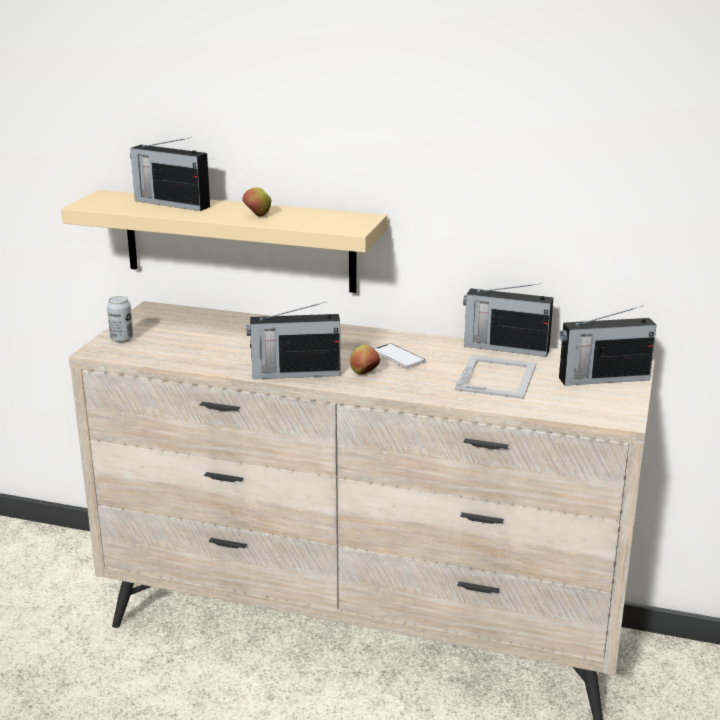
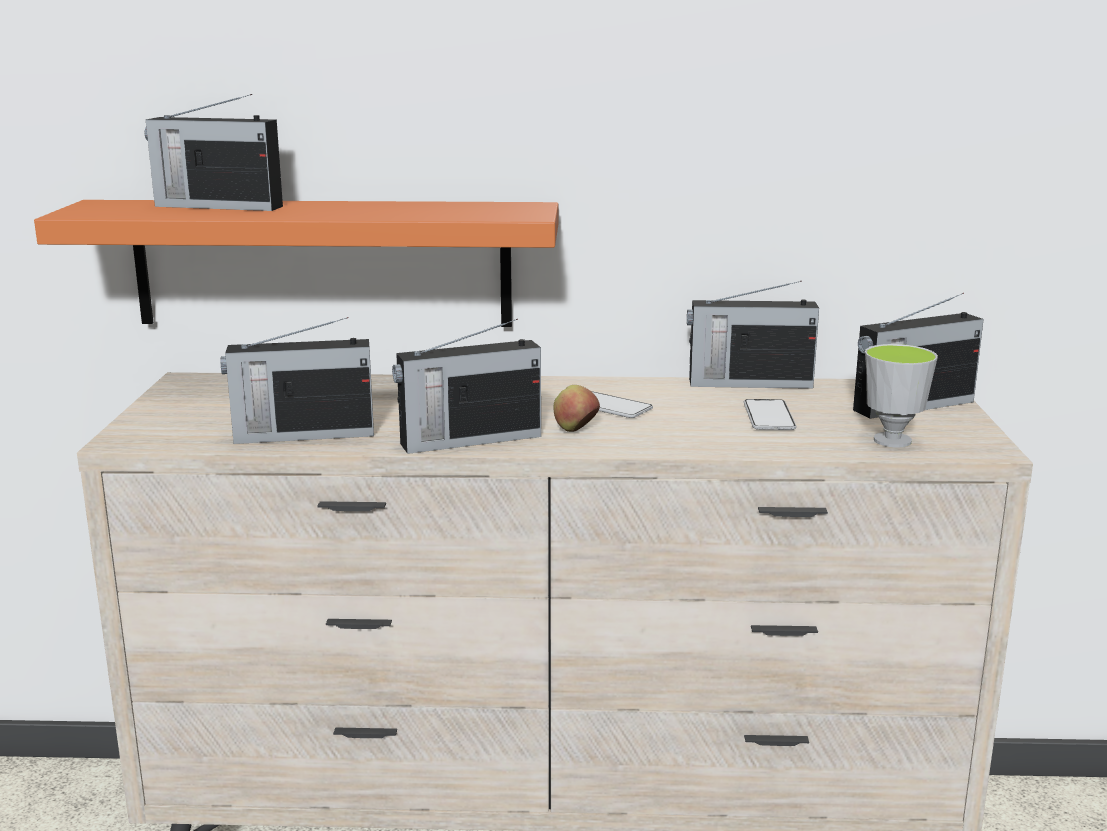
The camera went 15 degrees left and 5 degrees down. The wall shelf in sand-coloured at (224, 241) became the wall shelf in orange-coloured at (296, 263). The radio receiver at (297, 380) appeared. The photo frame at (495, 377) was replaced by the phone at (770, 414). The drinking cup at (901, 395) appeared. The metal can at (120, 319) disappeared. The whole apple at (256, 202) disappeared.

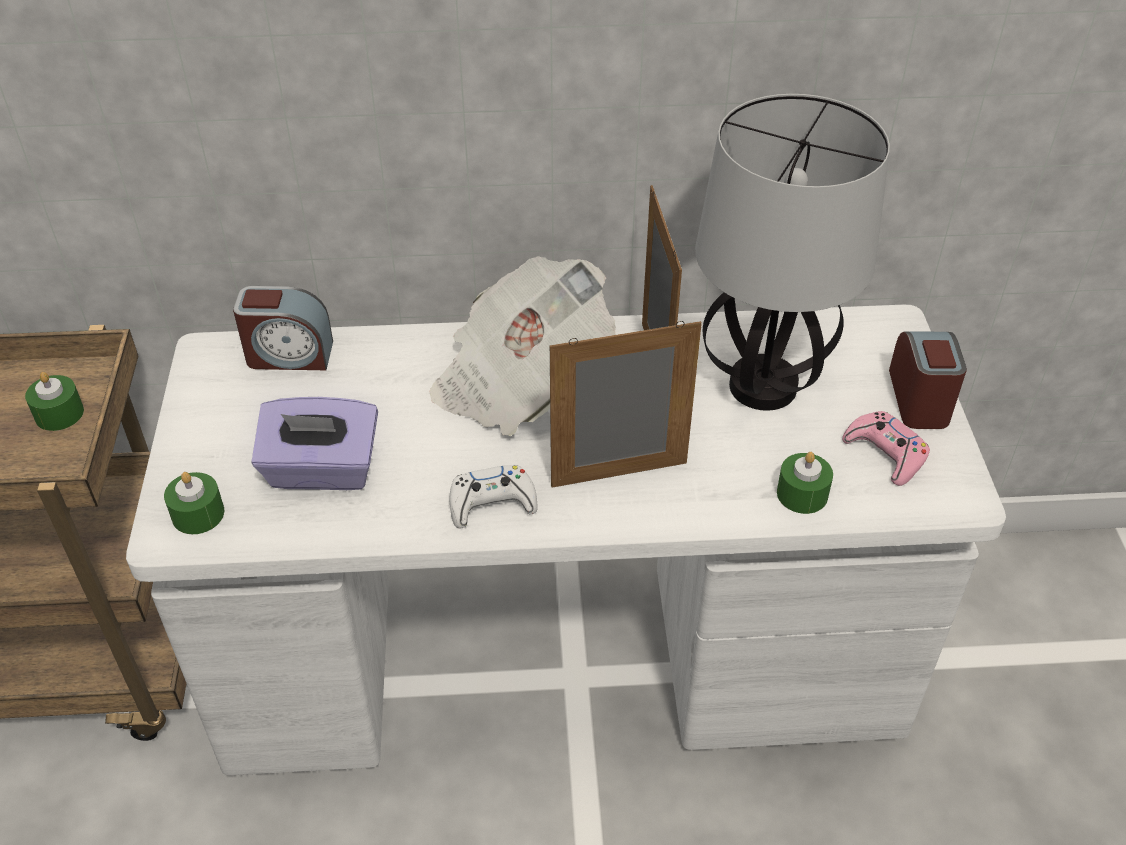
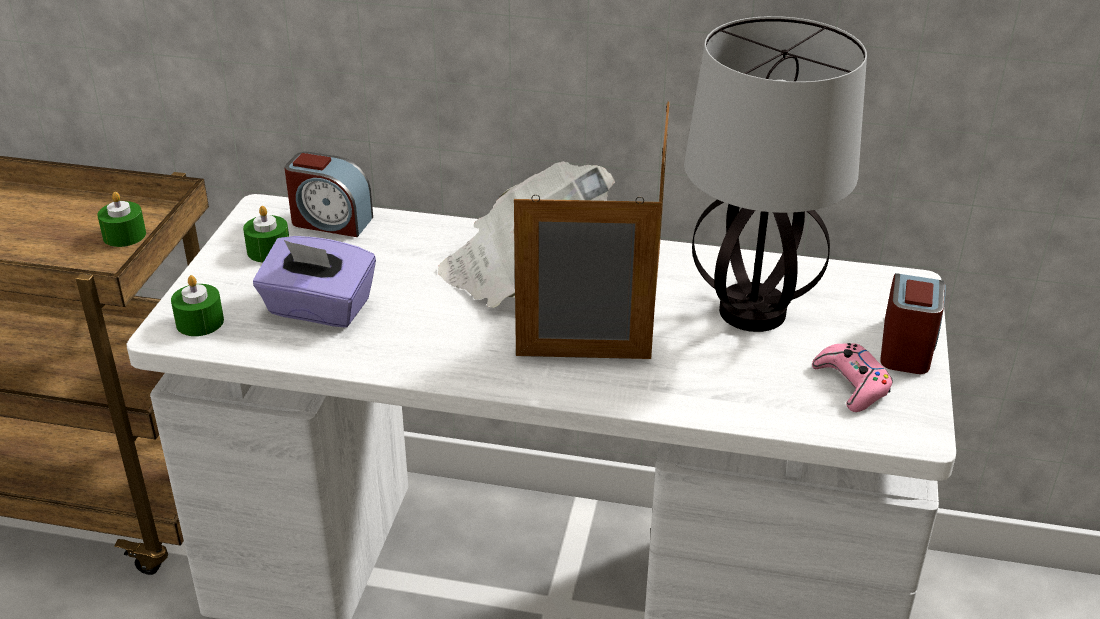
The camera went 15 degrees right and 10 degrees down. The wax candle in green moved from (805, 483) to (266, 234). The joypad in whitish at (494, 496) disappeared.

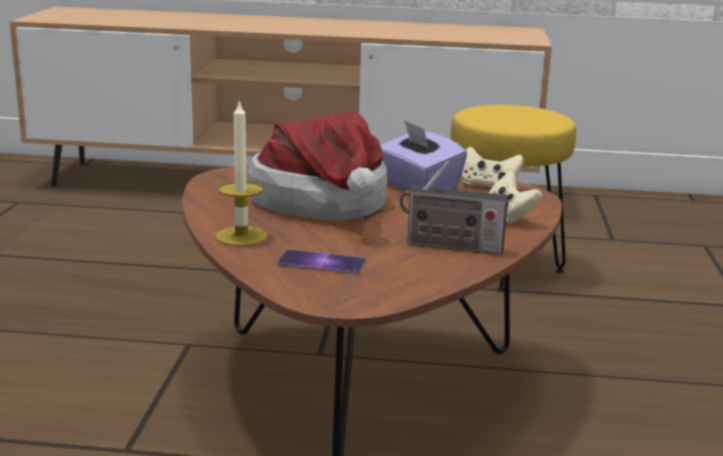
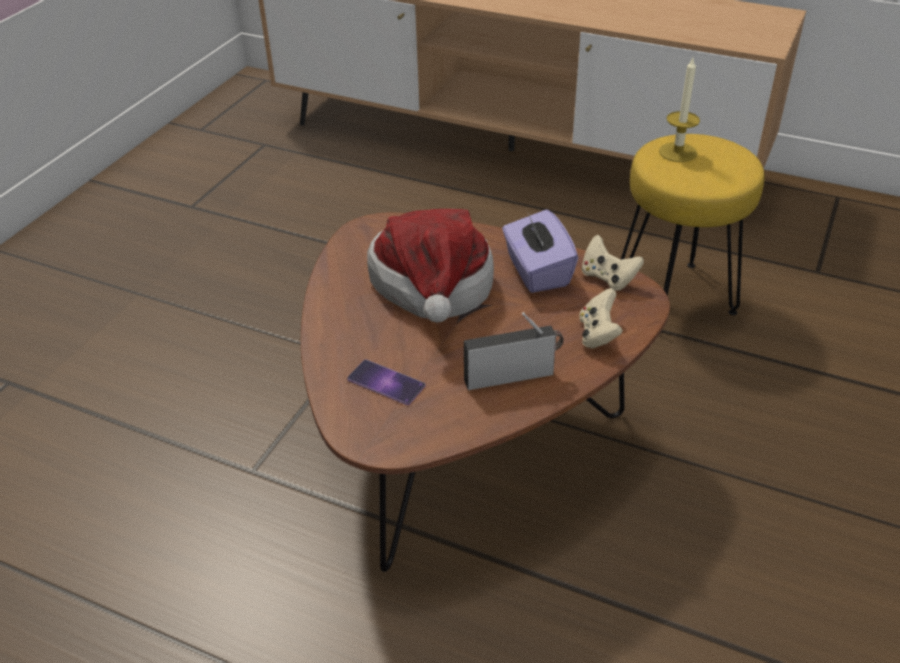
The camera went 20 degrees right and 20 degrees up. The radio receiver at (454, 208) turned 135 degrees clockwise. The wax candle moved from (241, 173) to (679, 110).

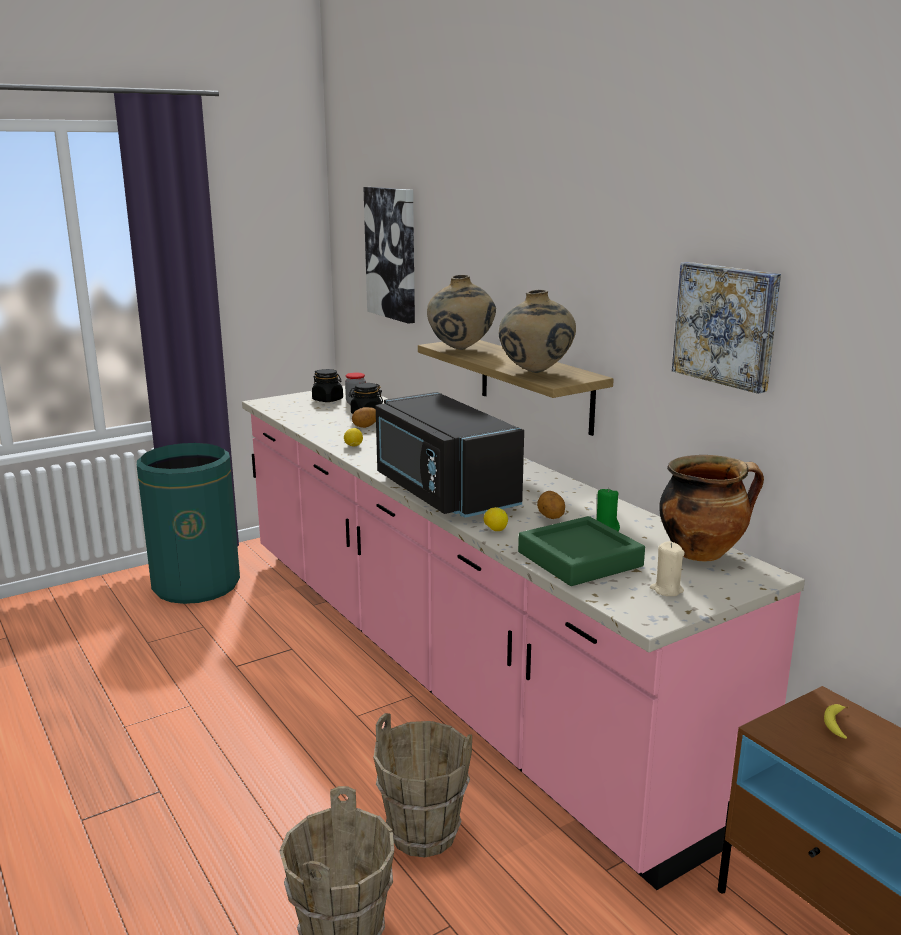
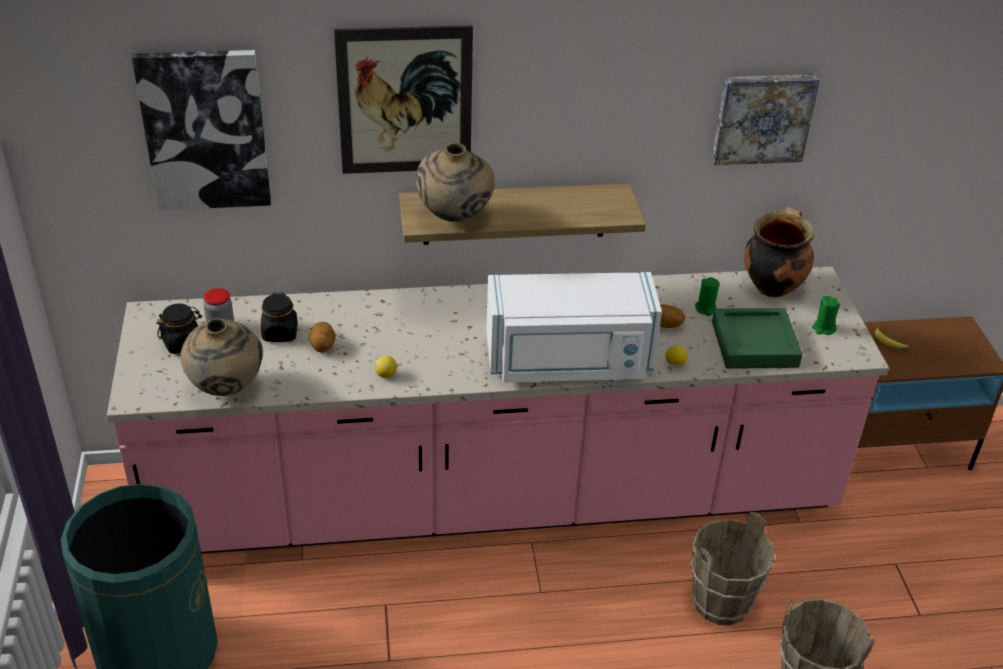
The camera went 65 degrees left and 20 degrees up. The vase in sand-coloured moved from (537, 331) to (221, 357). The wall art at (403, 99) appeared. The microwave oven in blackish at (450, 455) became the microwave oven in whitish at (574, 327). The wax candle in sand-coloured at (667, 568) became the wax candle in green at (826, 315).

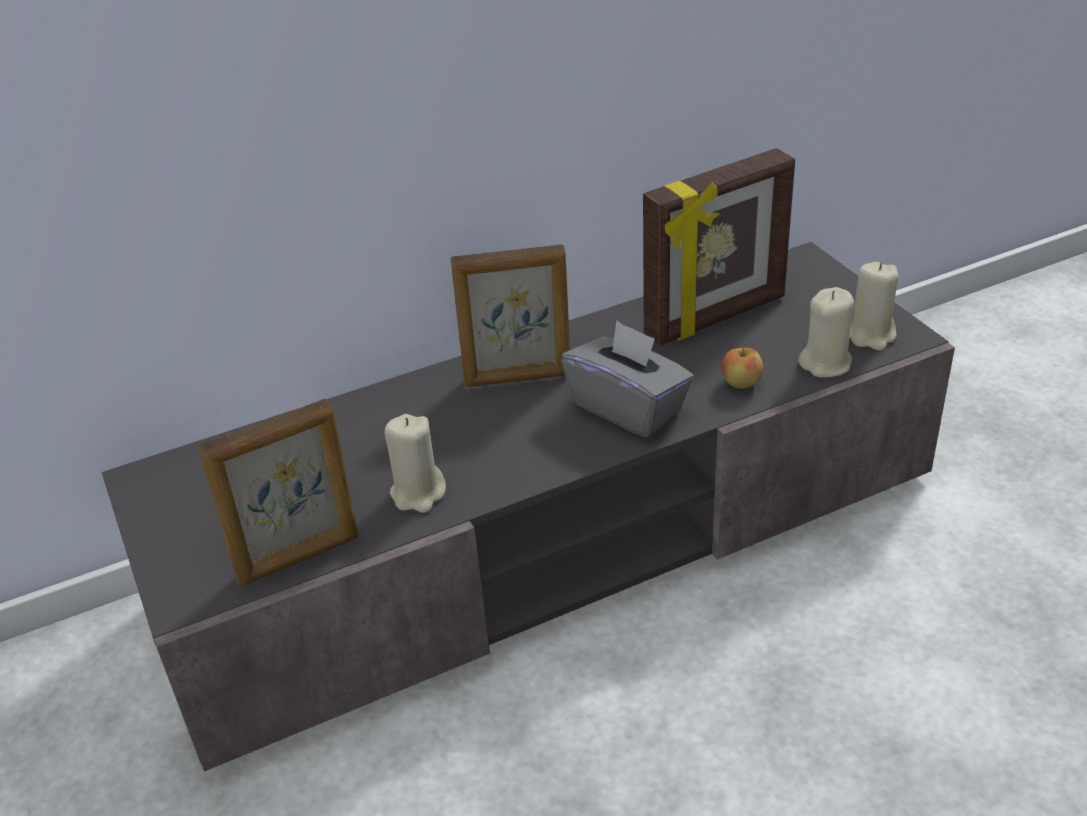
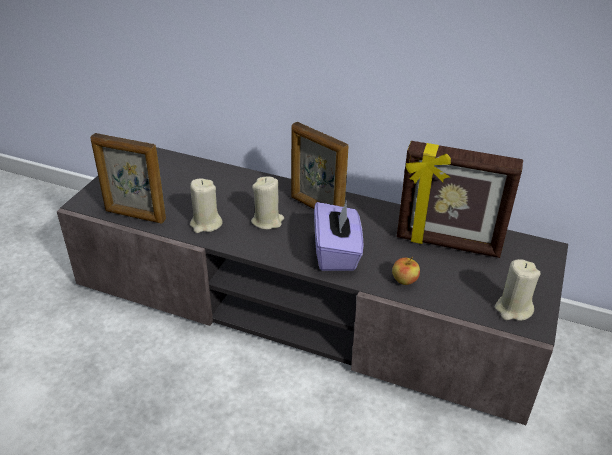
The camera went 45 degrees right and 0 degrees up. The wax candle in sand-coloured moved from (826, 332) to (267, 203). The box of tissues in gray at (627, 379) became the box of tissues in purplish at (338, 236).

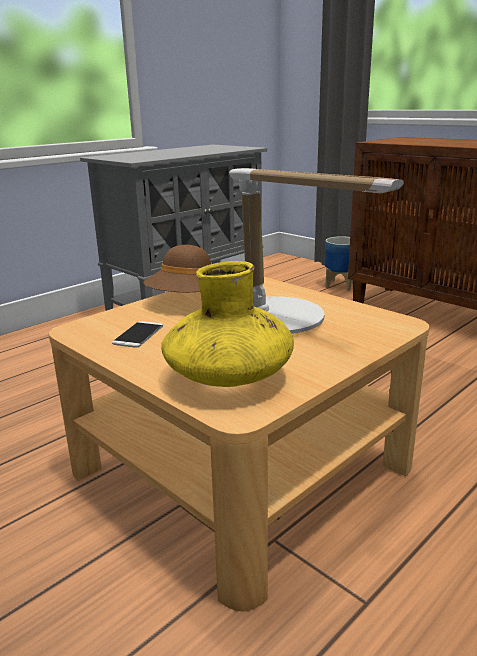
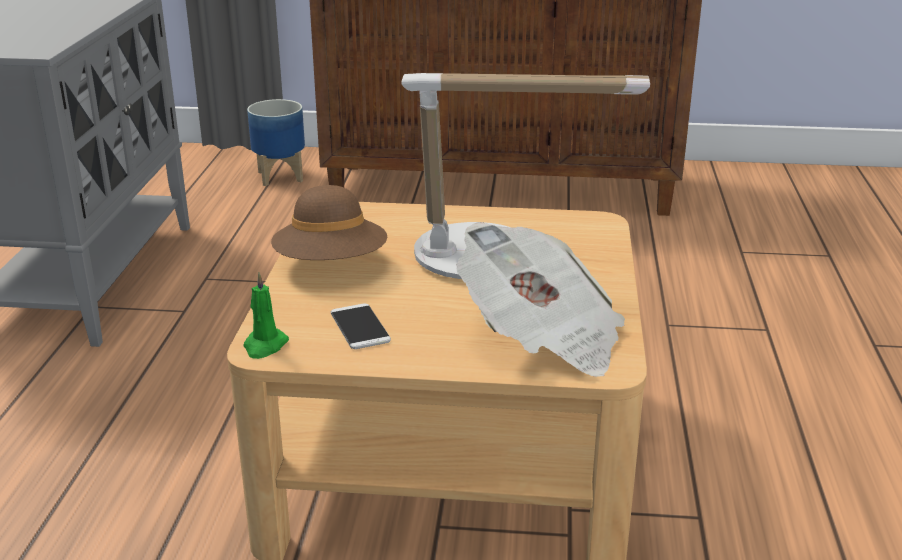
The camera went 40 degrees left and 5 degrees up. The wax candle in green at (266, 316) appeared. The vase in yellowish at (227, 324) was replaced by the printed paper at (540, 299).

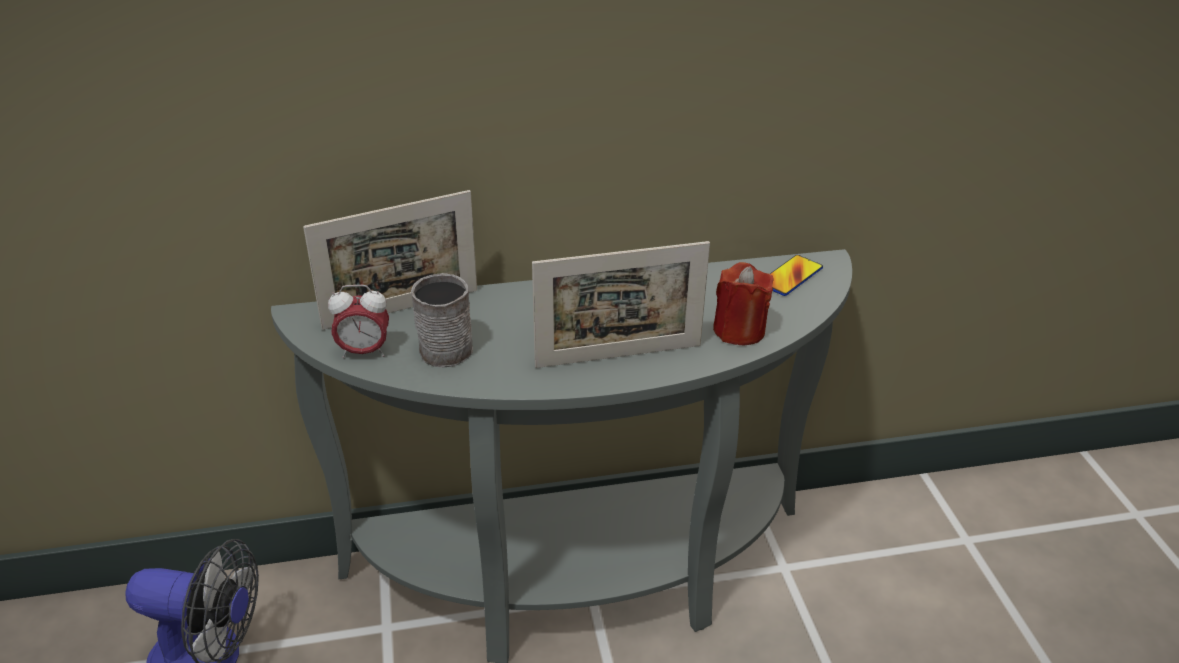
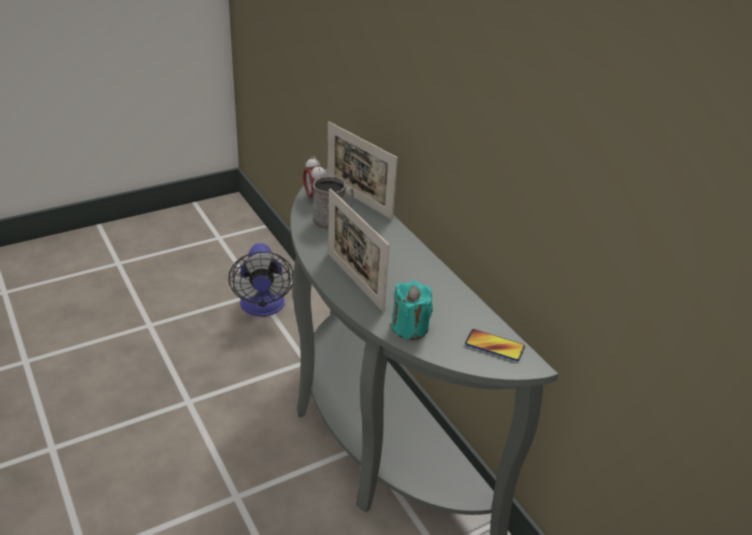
The camera went 70 degrees right and 0 degrees up. The wax candle in red at (743, 303) became the wax candle in blue-green at (412, 310).

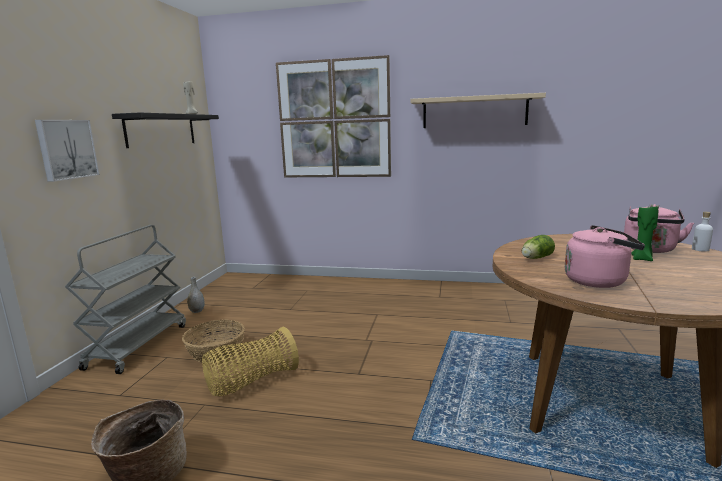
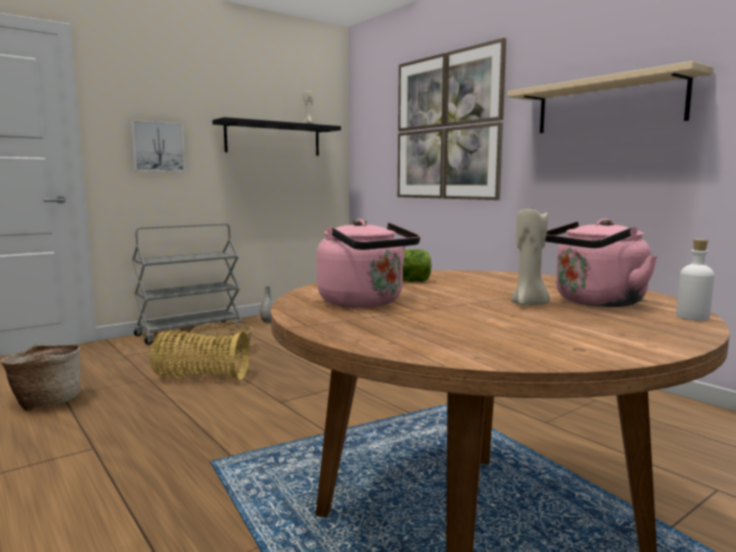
The camera went 40 degrees right and 5 degrees down. The wax candle in green at (644, 234) became the wax candle in sand-coloured at (530, 257).

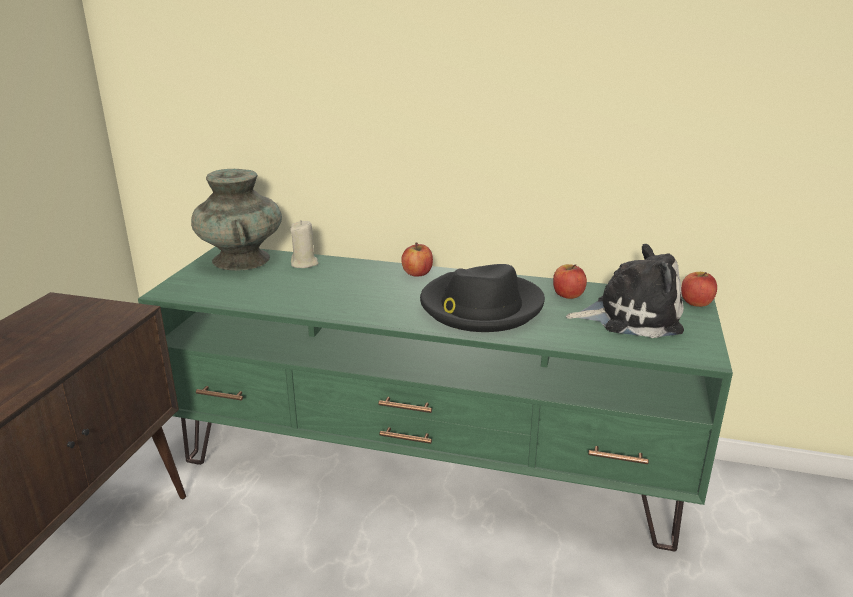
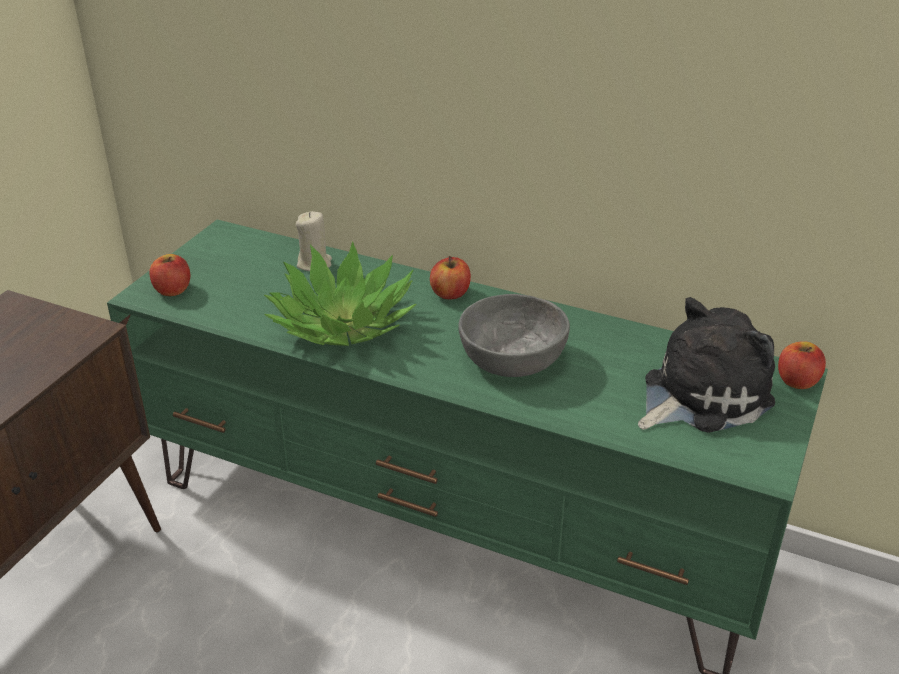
The camera went 10 degrees right and 10 degrees up. The whole apple moved from (570, 281) to (169, 275). The plant in a pot at (340, 293) appeared. The wearable hat in blackish at (482, 298) was replaced by the serving bowl in gray at (514, 335). The cuddly toy at (624, 291) turned 45 degrees counterclockwise. The vase in blue-green at (236, 220) disappeared.

